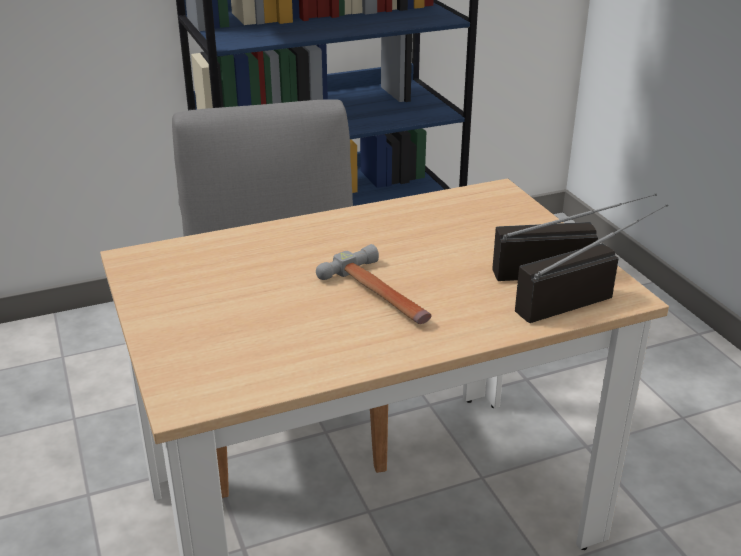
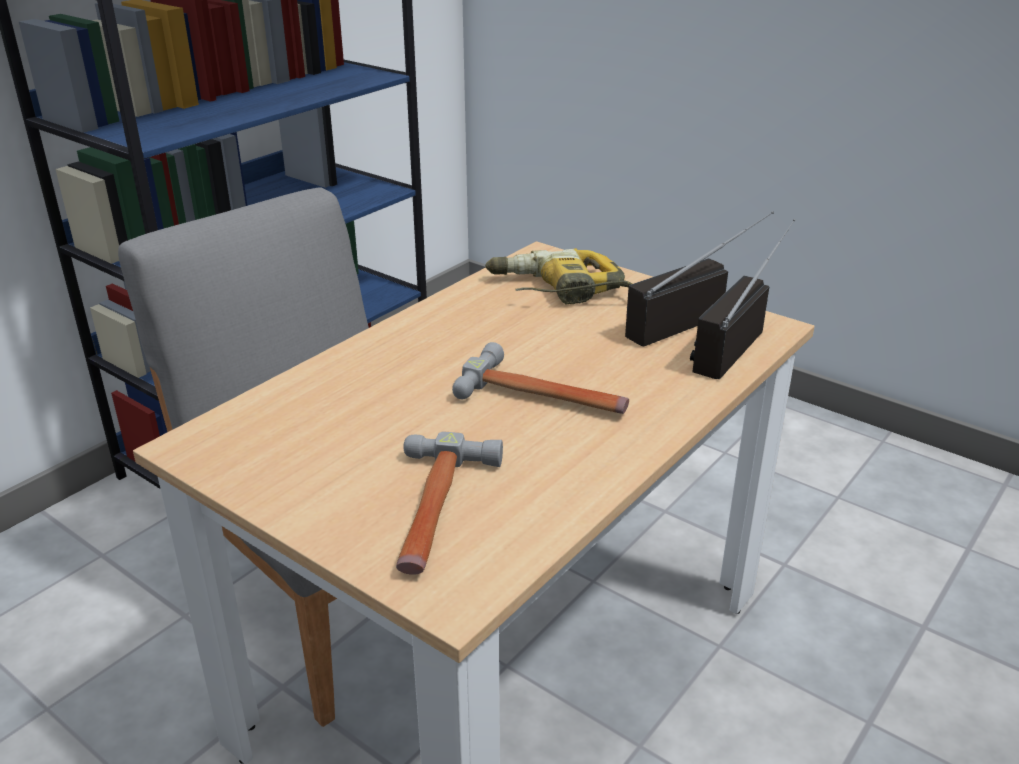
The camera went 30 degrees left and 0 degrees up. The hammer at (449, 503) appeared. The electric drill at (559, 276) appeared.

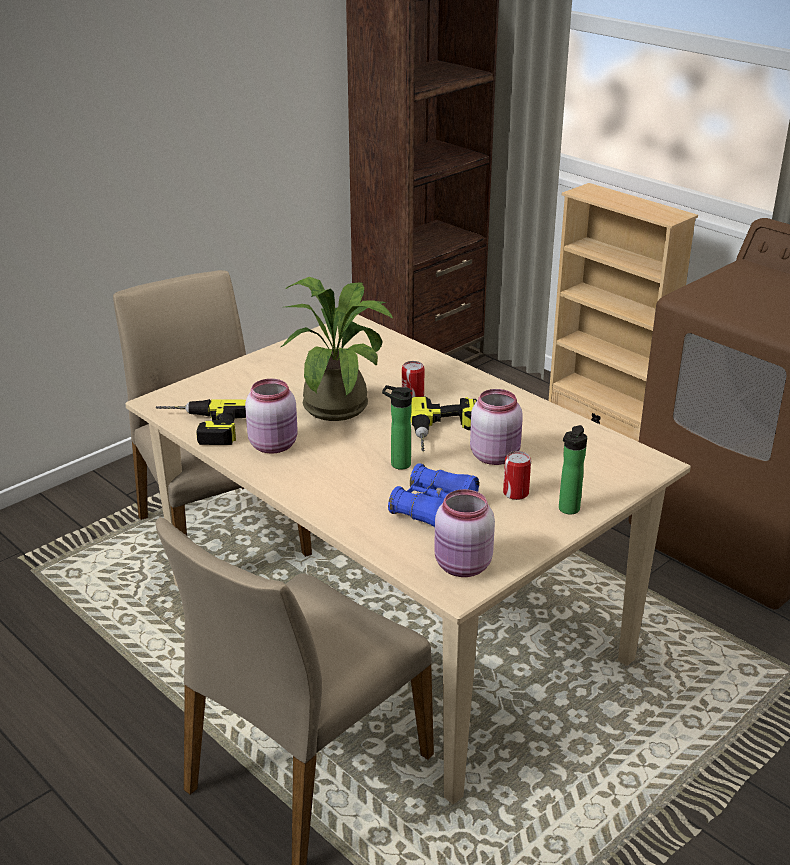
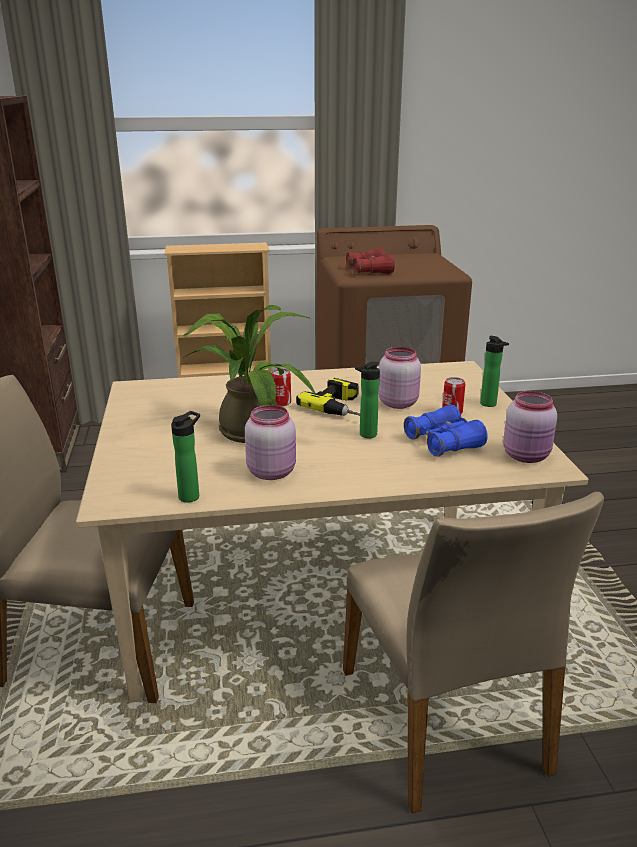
The camera went 55 degrees left and 5 degrees down. The electric drill at (201, 422) was replaced by the drink bottle at (185, 456). The pair of binoculars in red at (370, 261) appeared.

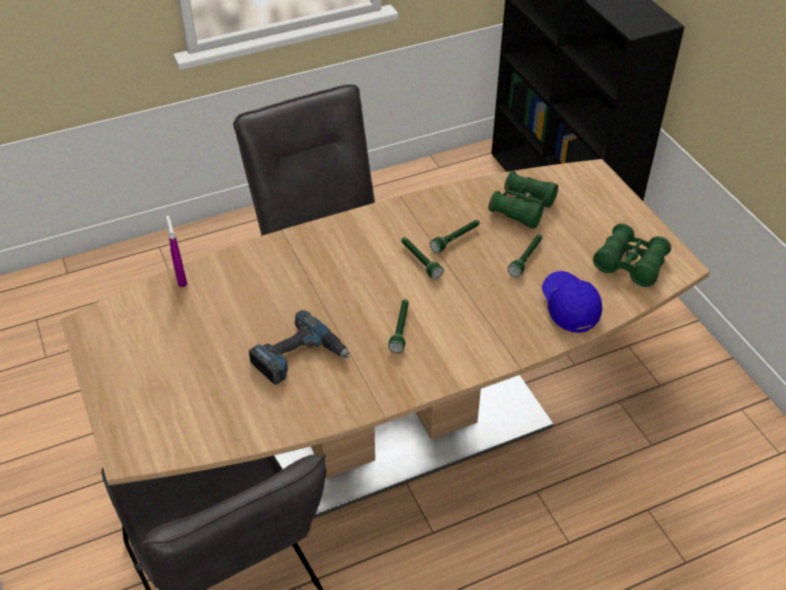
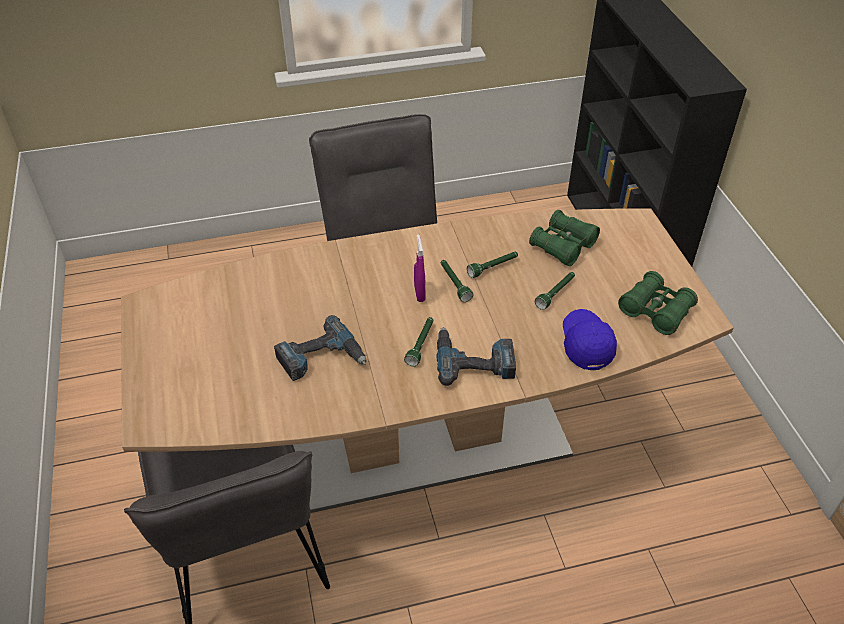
The camera went 10 degrees right and 0 degrees up. The sprayer in purplish moved from (176, 251) to (420, 268). The electric drill at (476, 356) appeared.

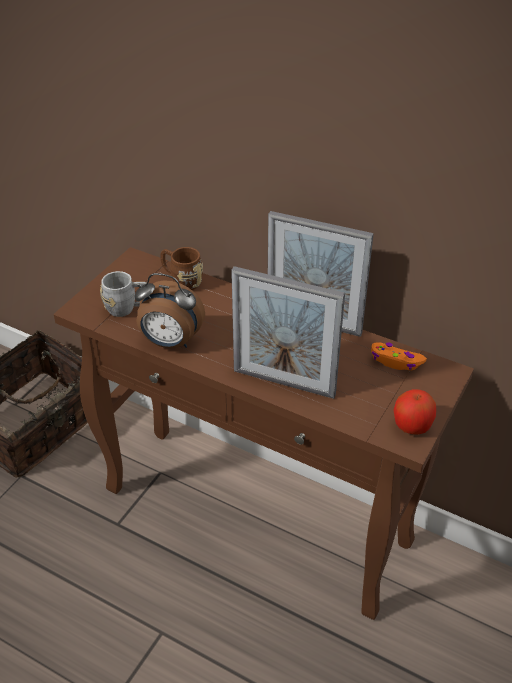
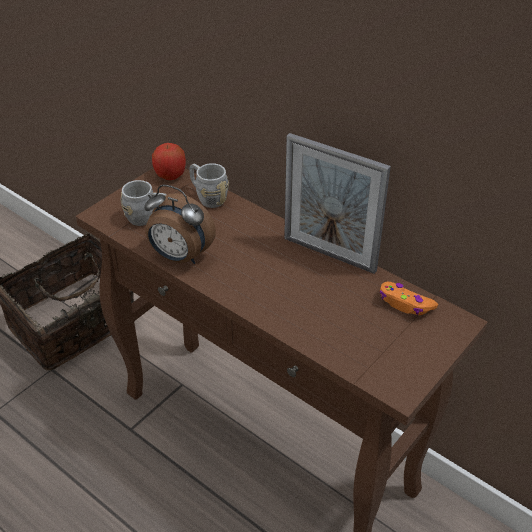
The camera went 10 degrees right and 0 degrees up. The whole apple moved from (414, 412) to (169, 161). The coffee mug in brown at (181, 268) became the coffee mug in gray at (209, 185). The photo frame at (288, 332) disappeared.

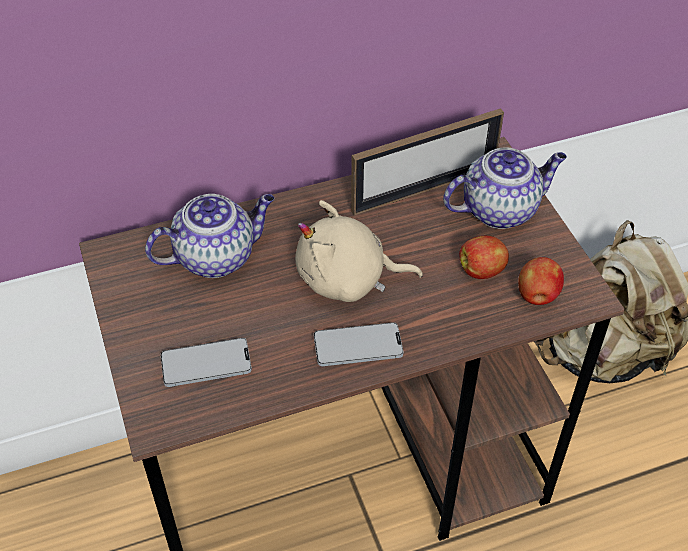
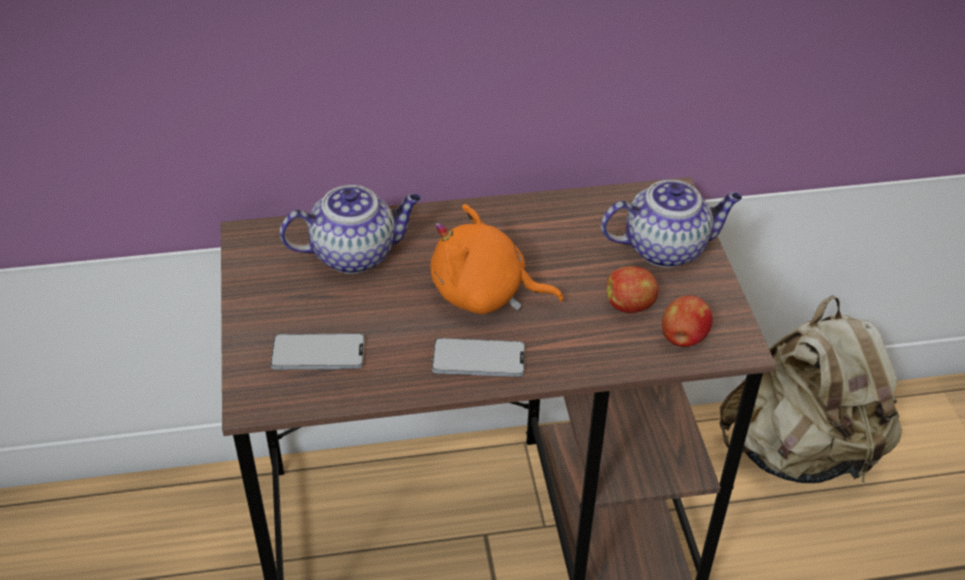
The camera went 10 degrees right and 5 degrees down. The cuddly toy in sand-coloured at (359, 251) became the cuddly toy in orange-coloured at (497, 259). The photo frame at (427, 161) disappeared.

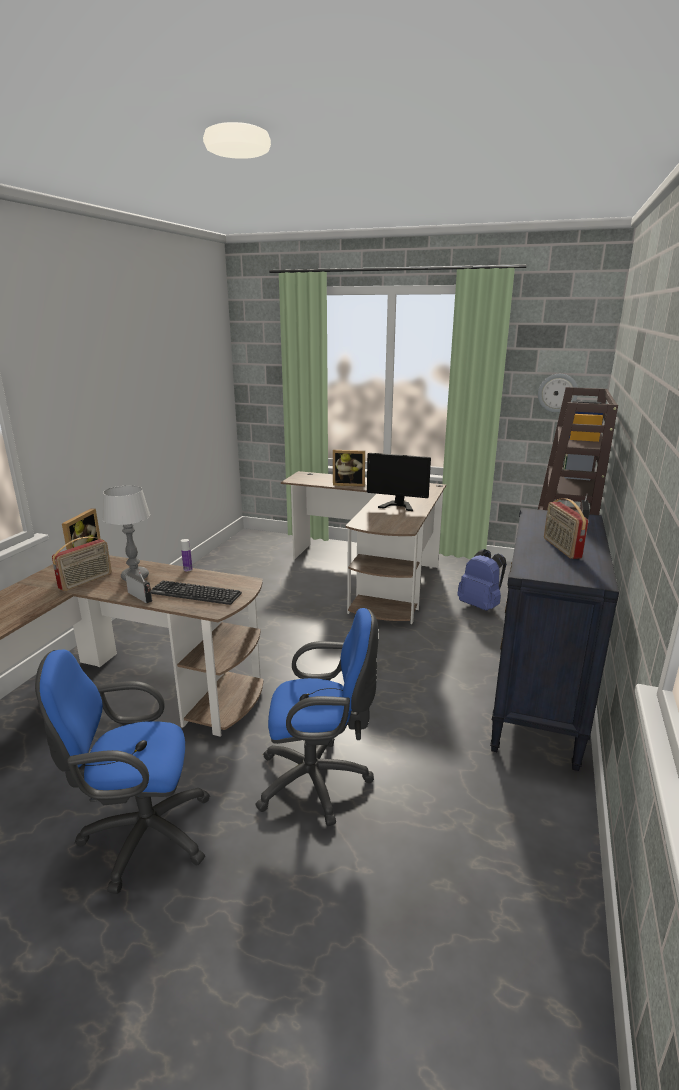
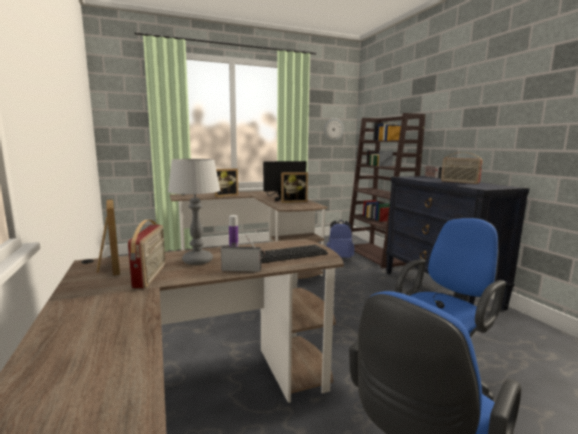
The camera went 40 degrees left and 10 degrees down. The photo frame at (294, 187) appeared.

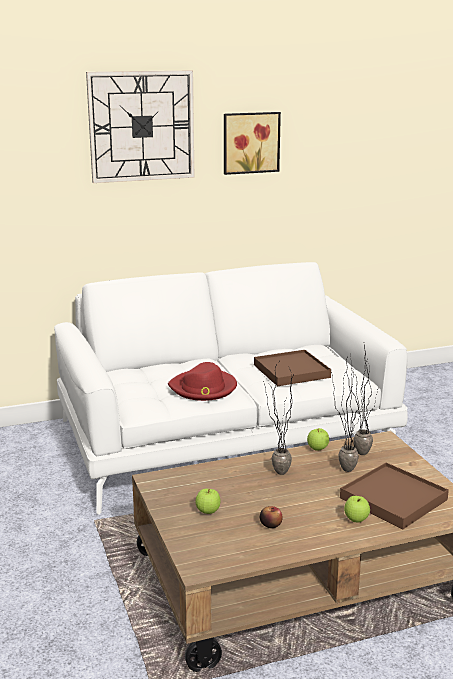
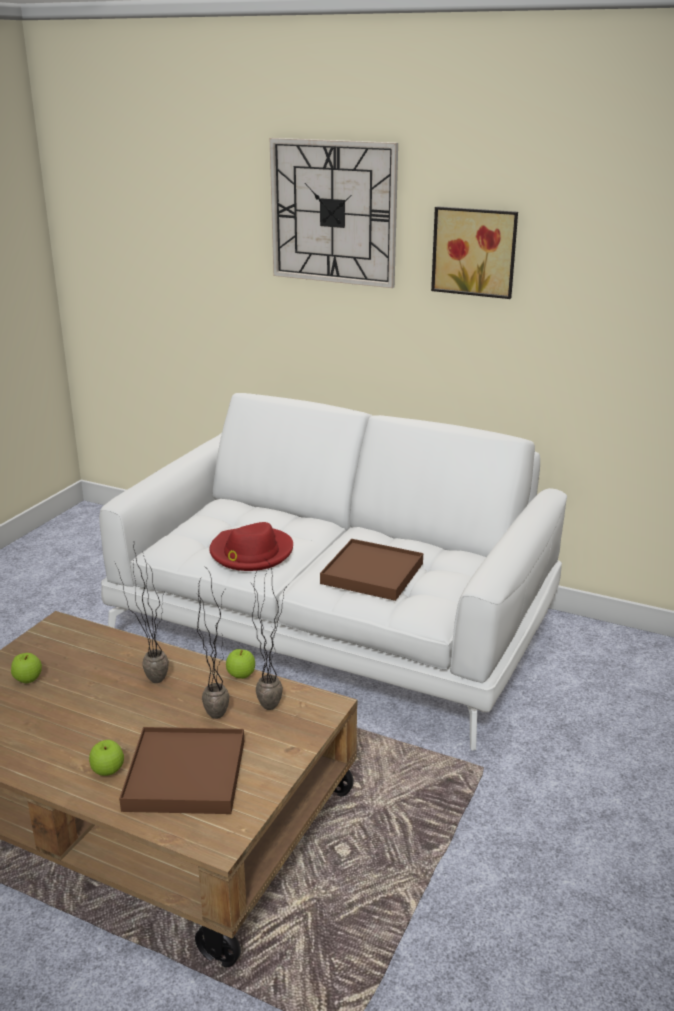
The camera went 45 degrees right and 5 degrees up. The whole apple at (271, 517) disappeared.

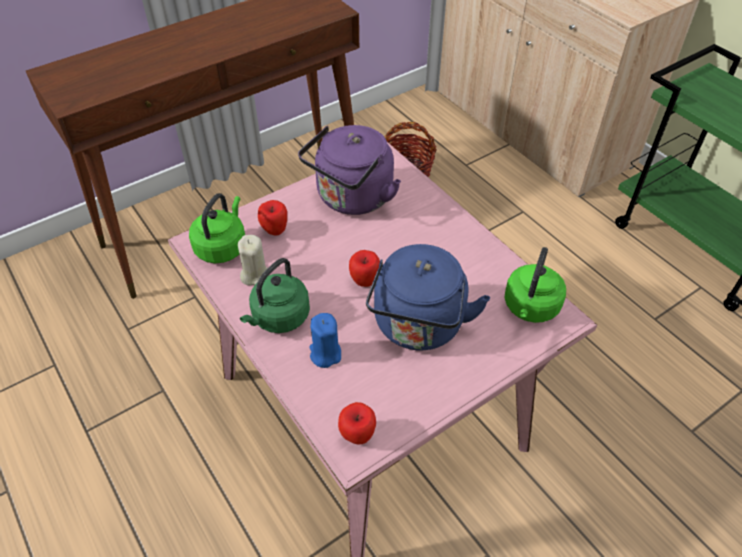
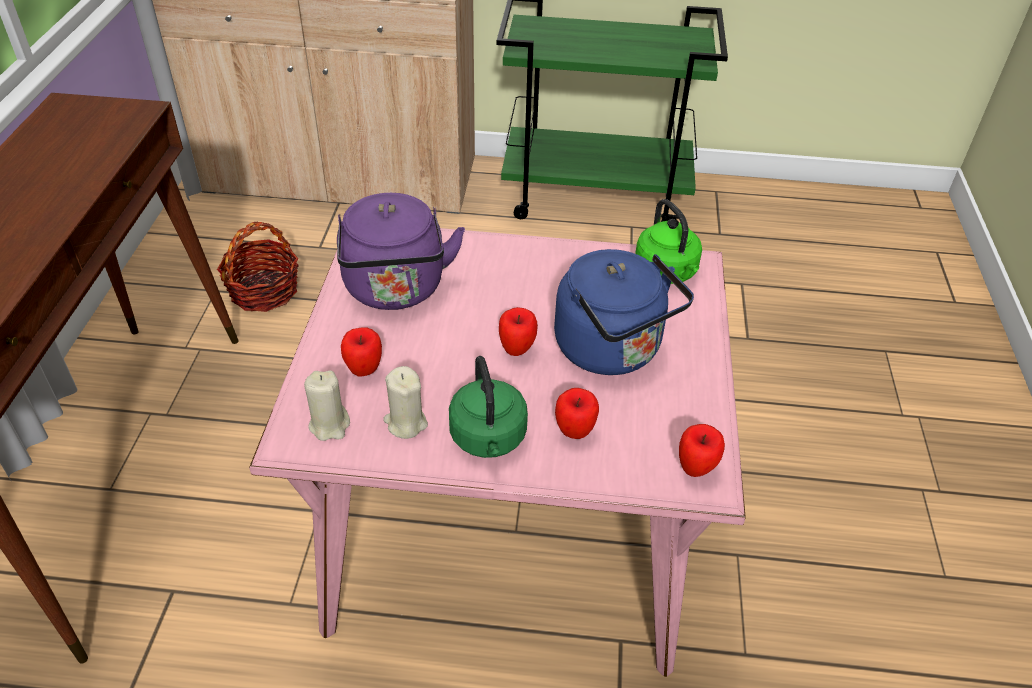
The camera went 50 degrees left and 5 degrees down. The kettle in green at (217, 228) was replaced by the wax candle in sand-coloured at (327, 405). The wax candle in blue-coloured at (325, 340) was replaced by the whole apple at (577, 413).

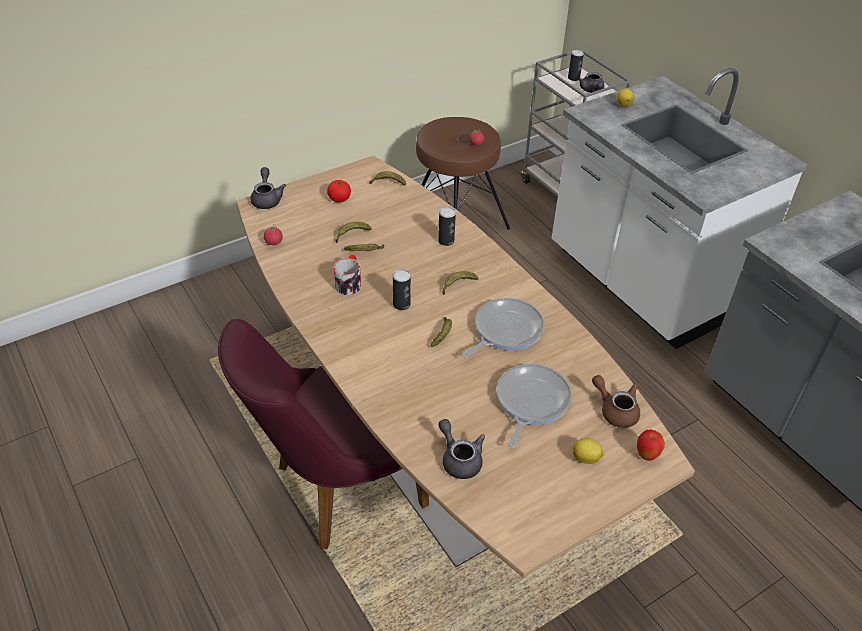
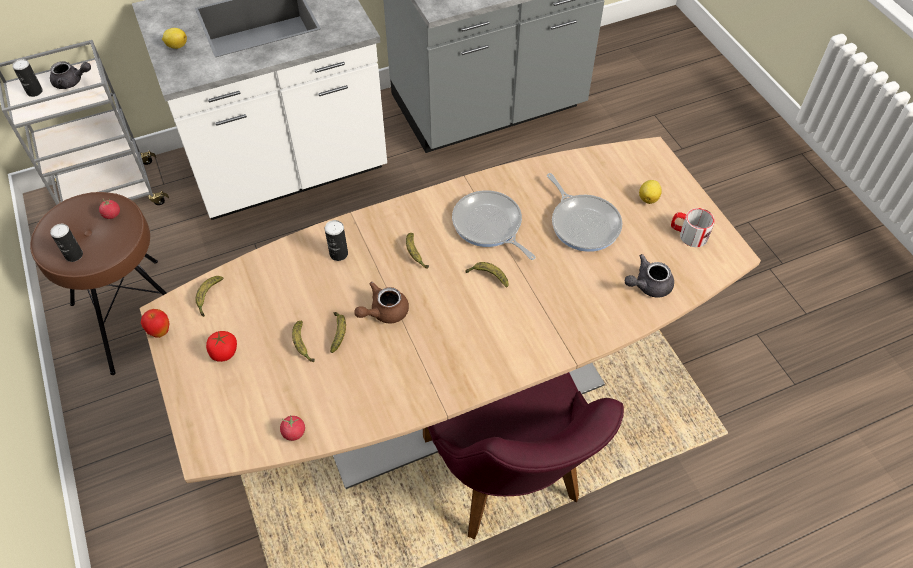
The camera went 80 degrees left and 10 degrees up. The metal can moved from (402, 289) to (66, 243). The whole apple moved from (651, 445) to (155, 323). The pot for tea in brown moved from (616, 401) to (381, 302). The pan at (534, 406) turned 150 degrees counterclockwise. The coffee mug moved from (347, 275) to (693, 227). The pot for tea in gray at (268, 188) disappeared.

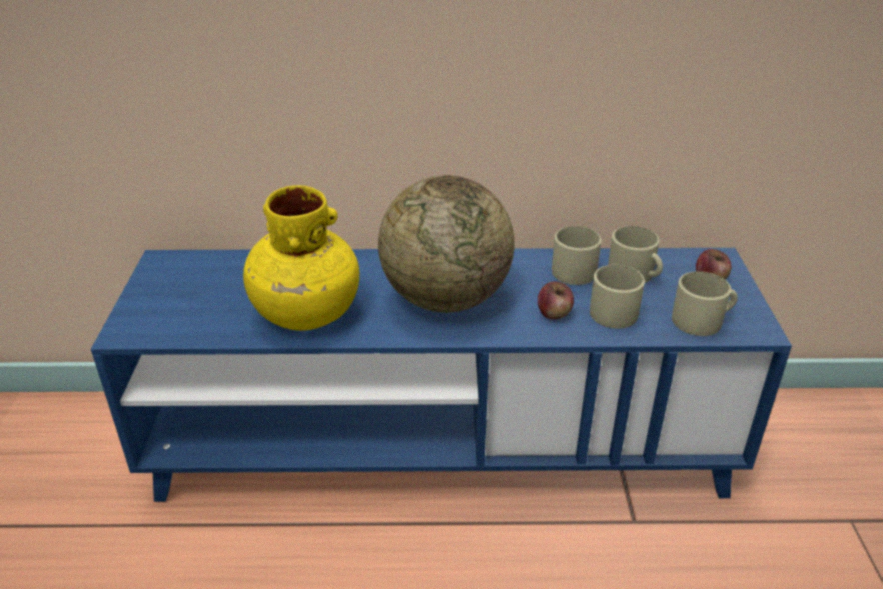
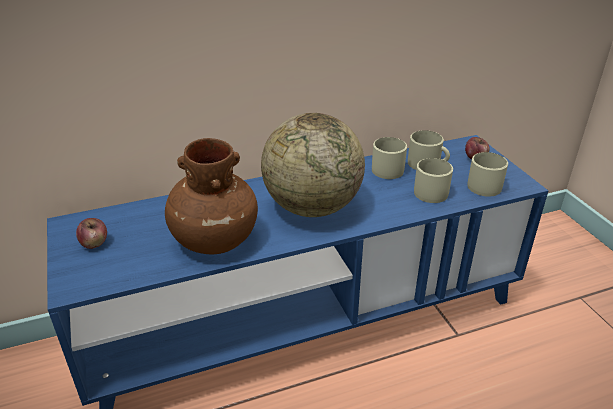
The camera went 20 degrees left and 0 degrees up. The whole apple moved from (556, 300) to (91, 233). The vase in yellowish at (301, 258) became the vase in brown at (211, 196).

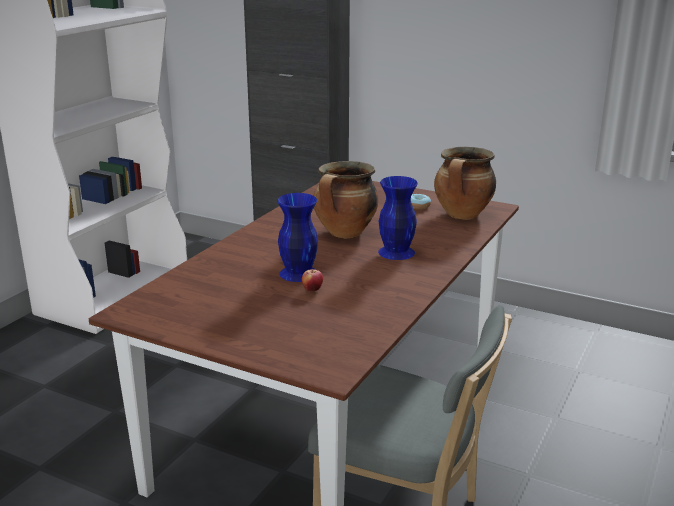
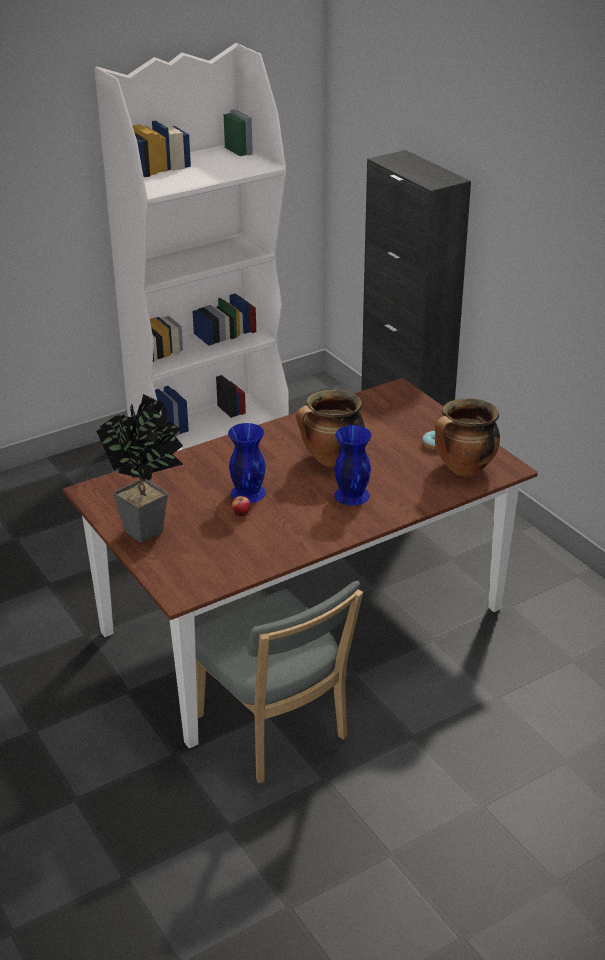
The camera went 30 degrees right and 10 degrees up. The plant in a pot at (139, 468) appeared.

